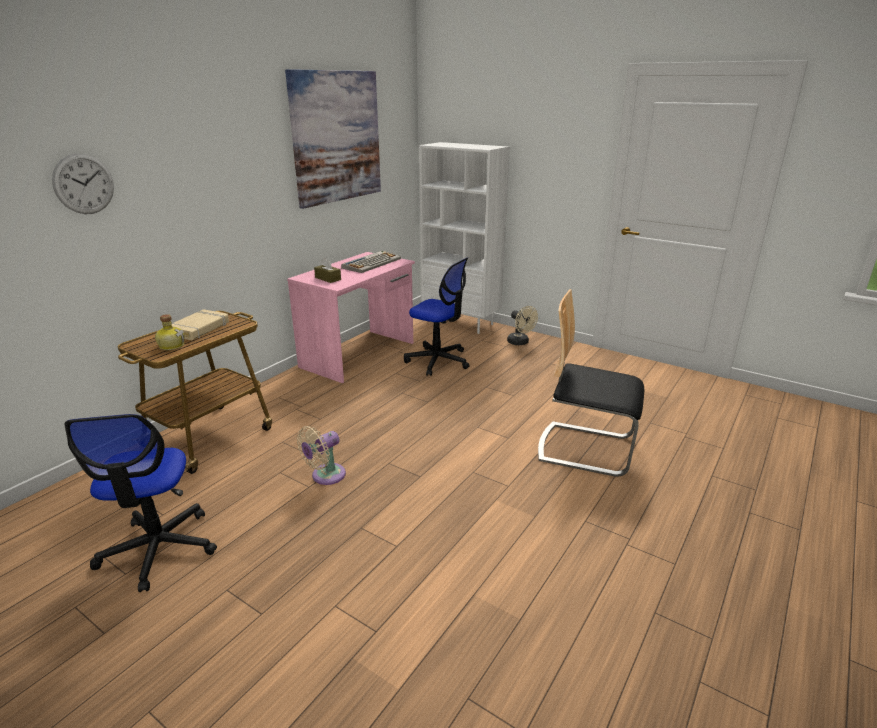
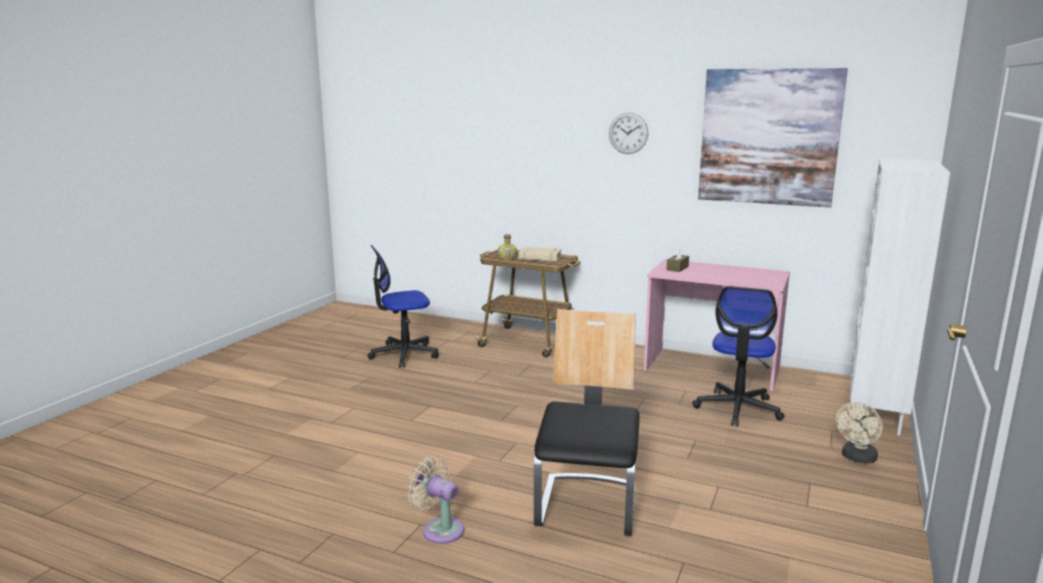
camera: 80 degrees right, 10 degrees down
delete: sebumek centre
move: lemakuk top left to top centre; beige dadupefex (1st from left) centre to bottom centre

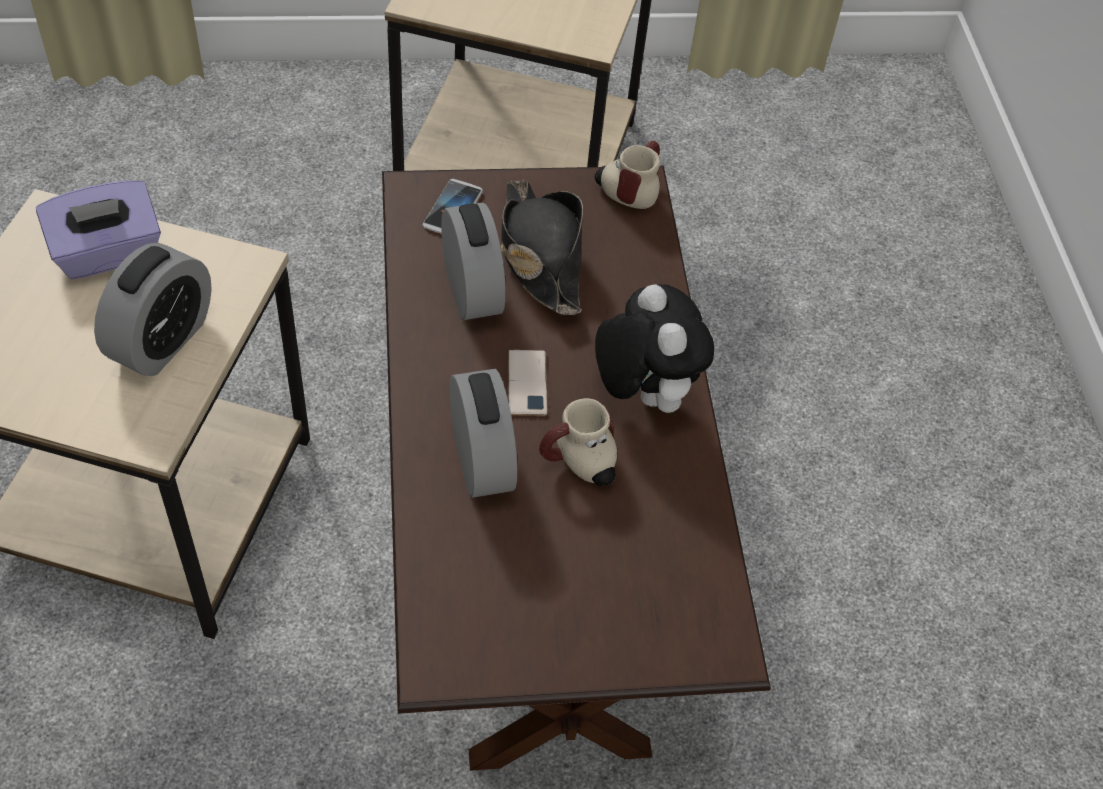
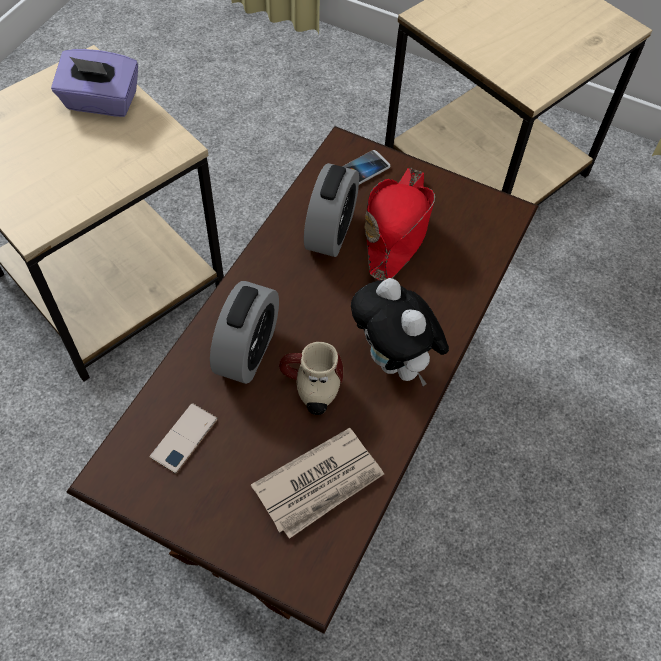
camera: 35 degrees right, 5 degrees up
delete: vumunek (1st from left) middle left; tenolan (2nd from left) top centre
insert: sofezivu bottom centre
move: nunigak (2nd from left in the first image) centre to nunigak (1st from left) middle left
recolor: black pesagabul top centre to red pesagabul centre
rotate: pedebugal centre = centre 135 degrees clockwise

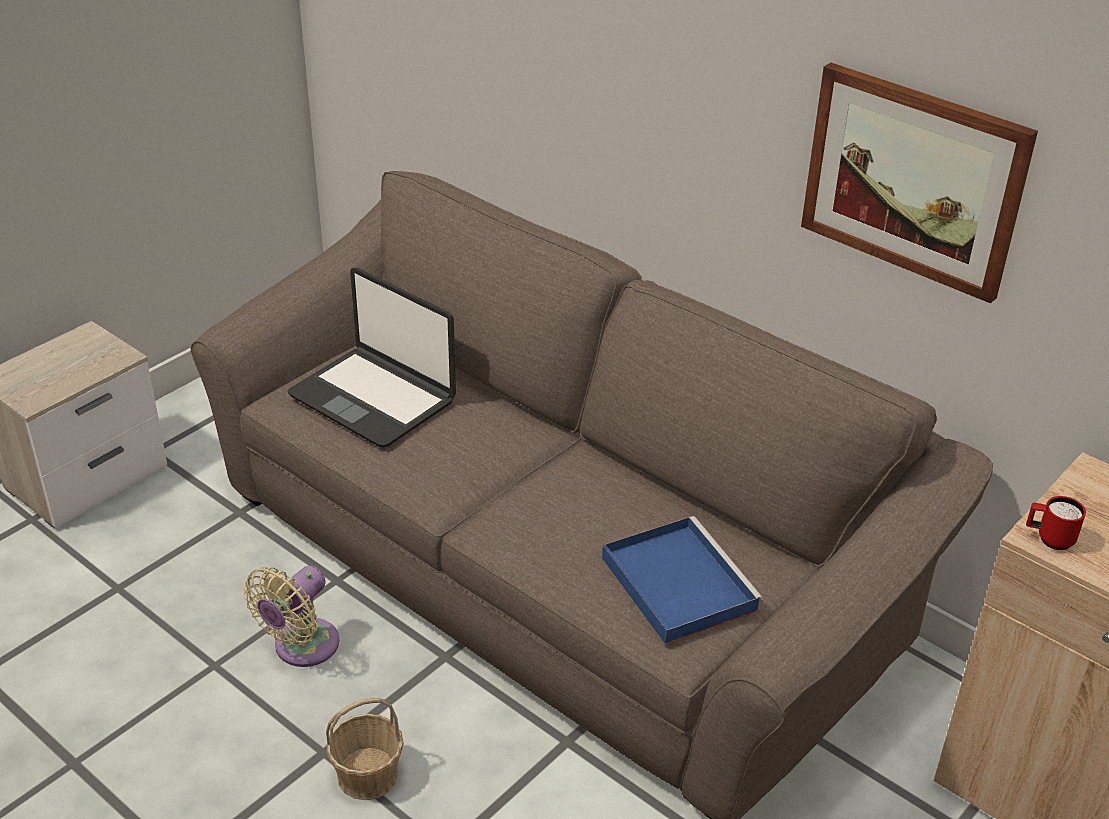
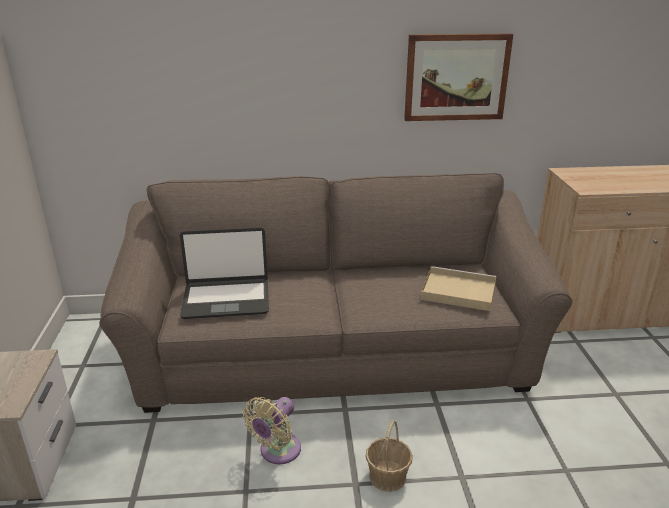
camera: 45 degrees left, 10 degrees down
delete: red tenolan middle right
recolor: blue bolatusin bottom centre to beige bolatusin middle right
rotate: beige dadupefex bottom left = bottom centre 45 degrees clockwise

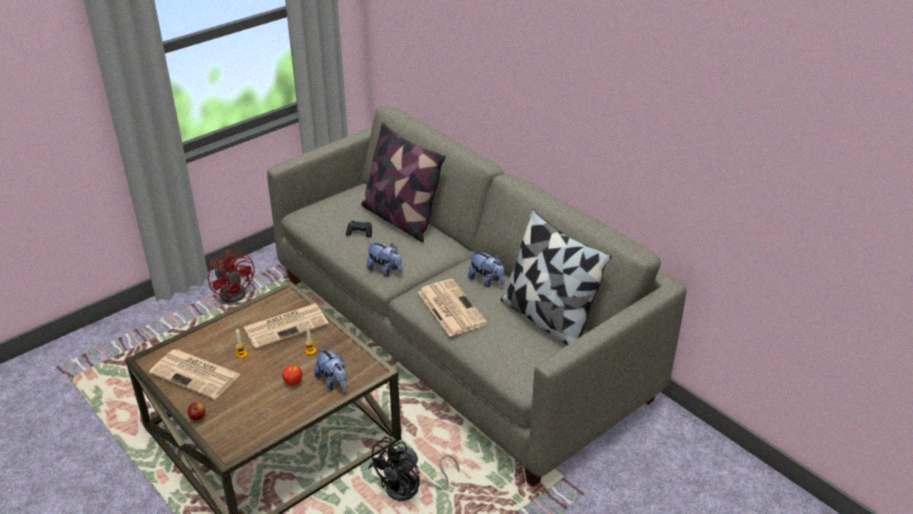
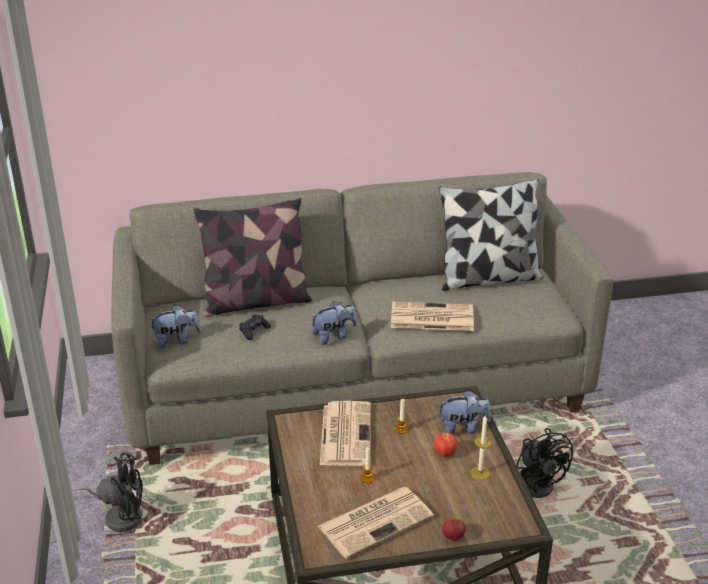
camera: 60 degrees left, 5 degrees down
insert: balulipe (3rd from left) bottom right
move: pedebugal (3rd from left in the first image) centre to pedebugal (1st from left) middle left
recolor: red dadupefex middle left to black dadupefex (1st from left) bottom left

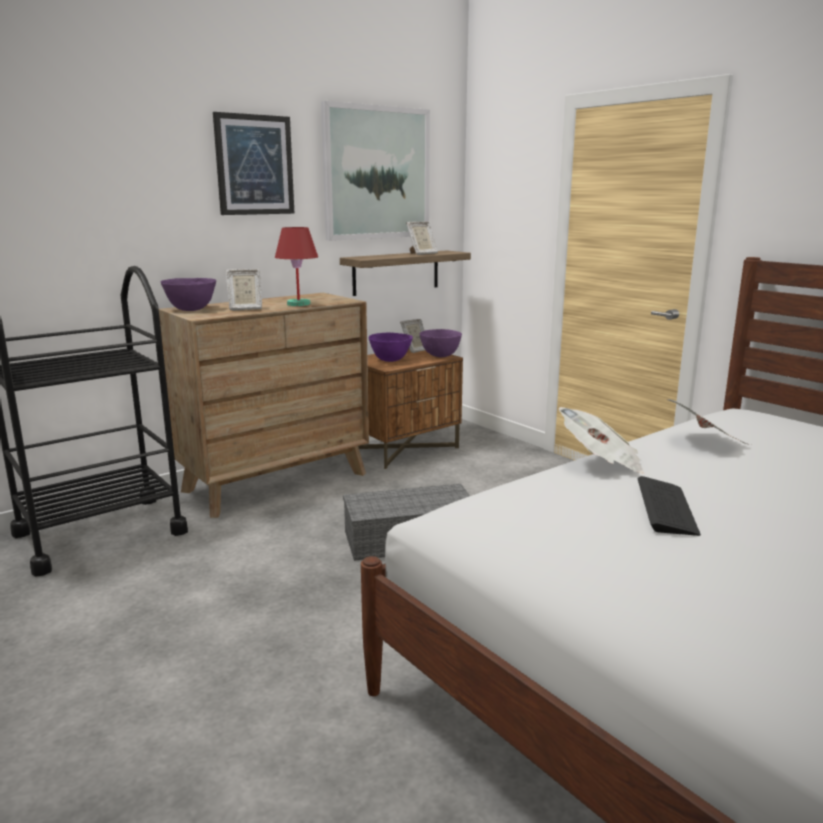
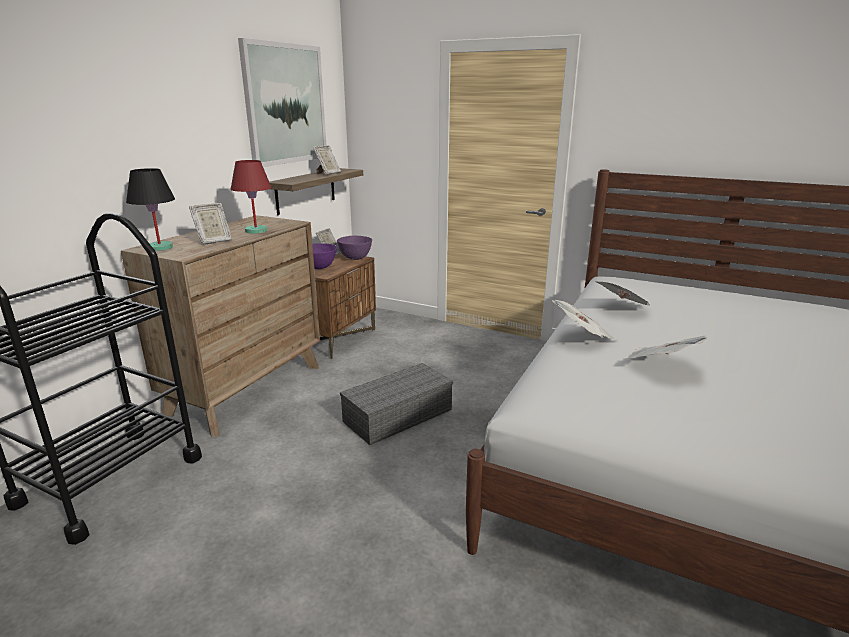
camera: 25 degrees left, 5 degrees up
delete: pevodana (1st from left) top left
replace: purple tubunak (1st from left) middle left to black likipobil top left; sebumek middle right to sofezivu (3rd from left) middle right

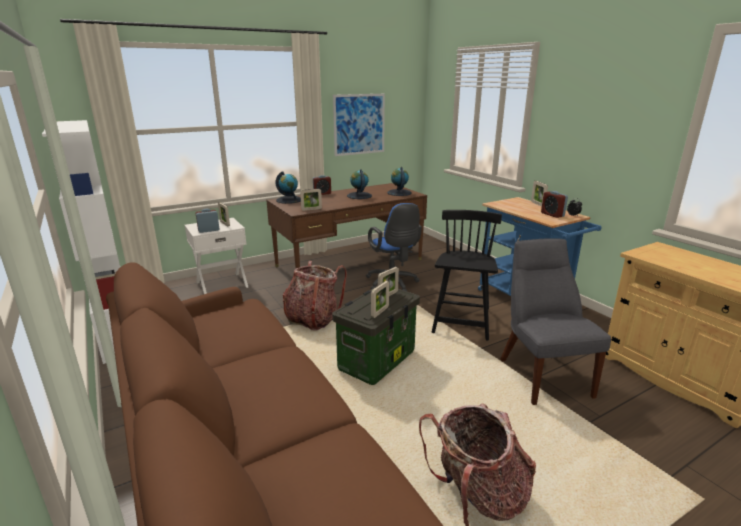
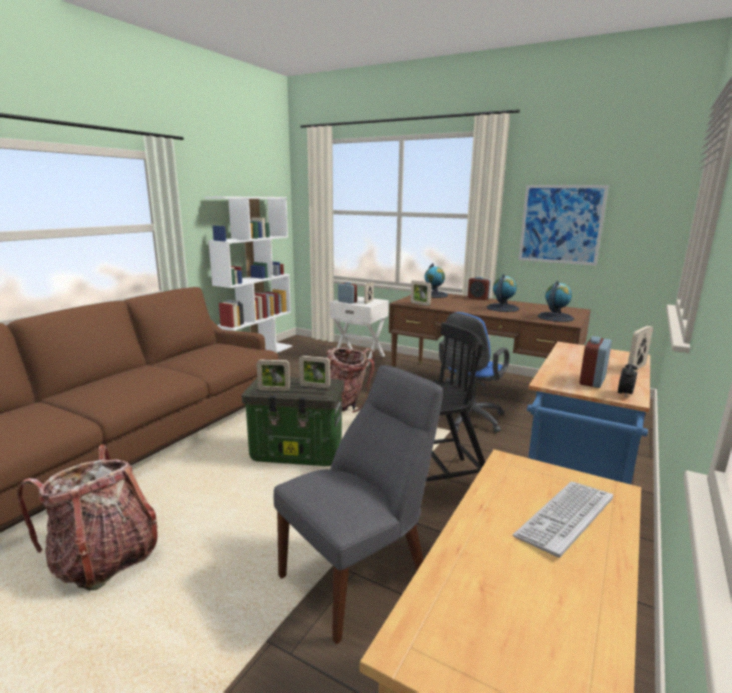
camera: 60 degrees right, 5 degrees down
insert: sebumek bottom right

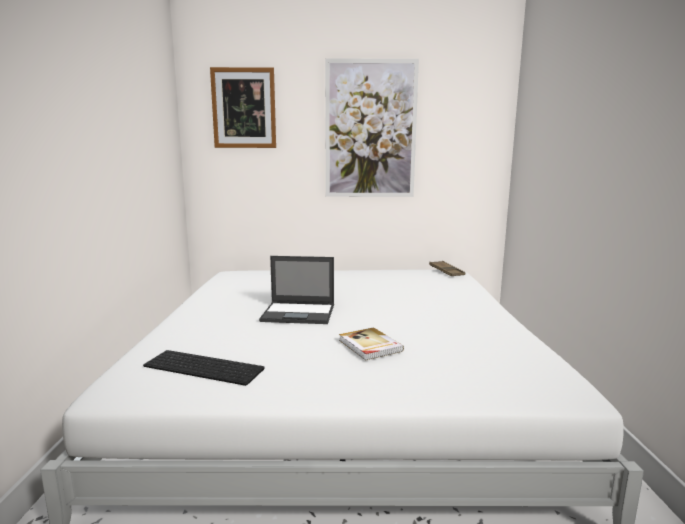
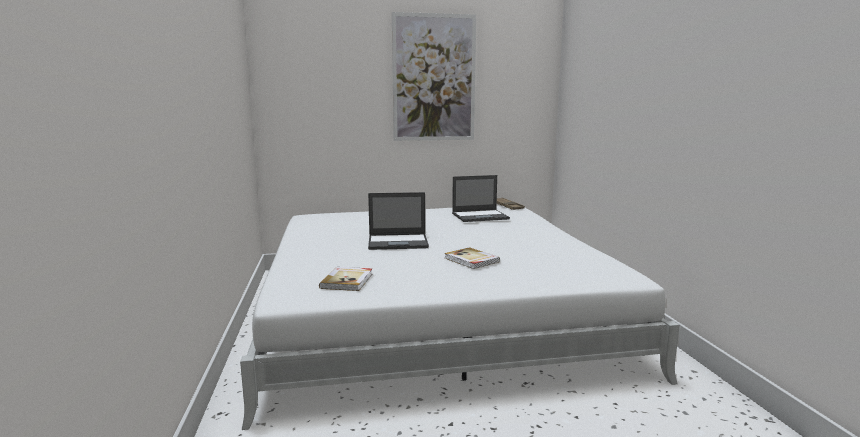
camera: 10 degrees left, 0 degrees up
delete: pevodana (1st from left) top centre
insert: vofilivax (2nd from left) centre
replace: sebumek bottom left to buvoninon (1st from left) centre

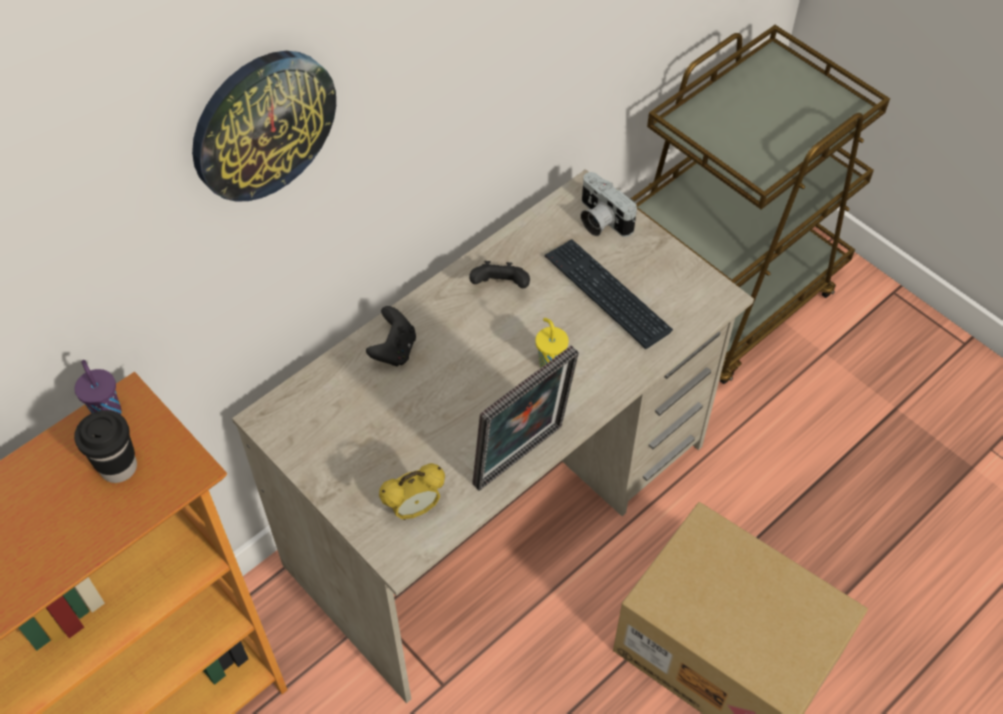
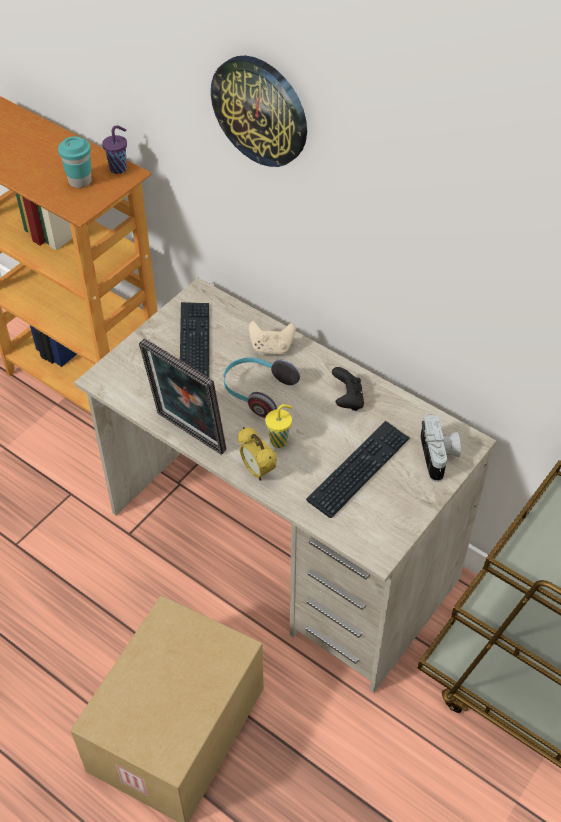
camera: 80 degrees right, 5 degrees down
insert: sebumek (1st from left) centre; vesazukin centre
move: vumunek bottom centre to centre
recolor: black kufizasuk middle left to turquoise kufizasuk top left; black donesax (1st from left) centre to beige donesax centre
rotate: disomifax top centre = middle right 135 degrees clockwise

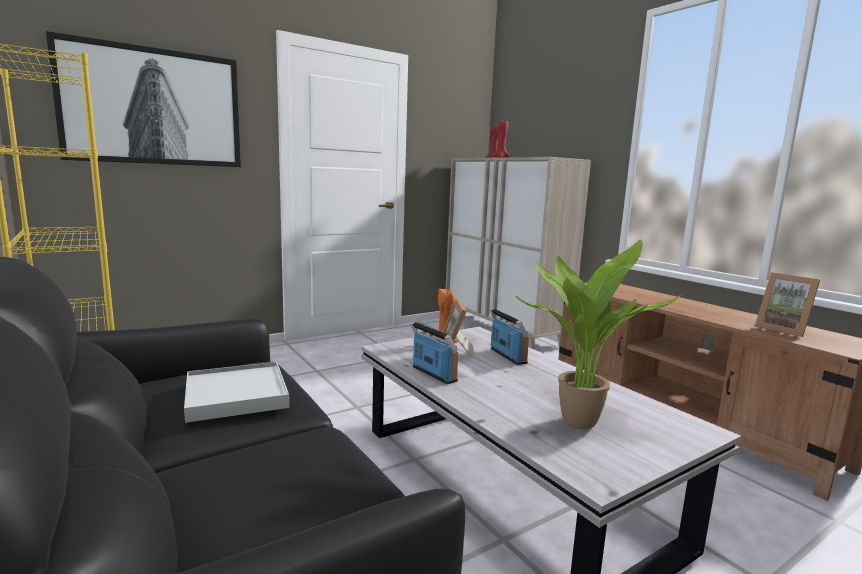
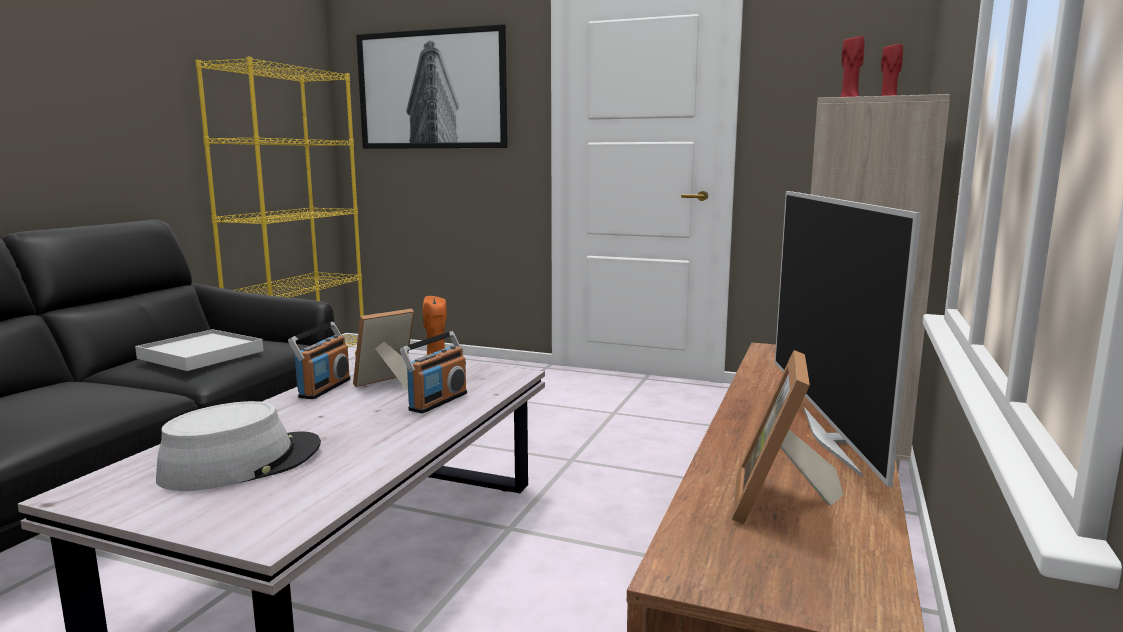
camera: 55 degrees right, 0 degrees up
insert: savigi middle right
replace: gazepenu middle right to grey pesagabul bottom left

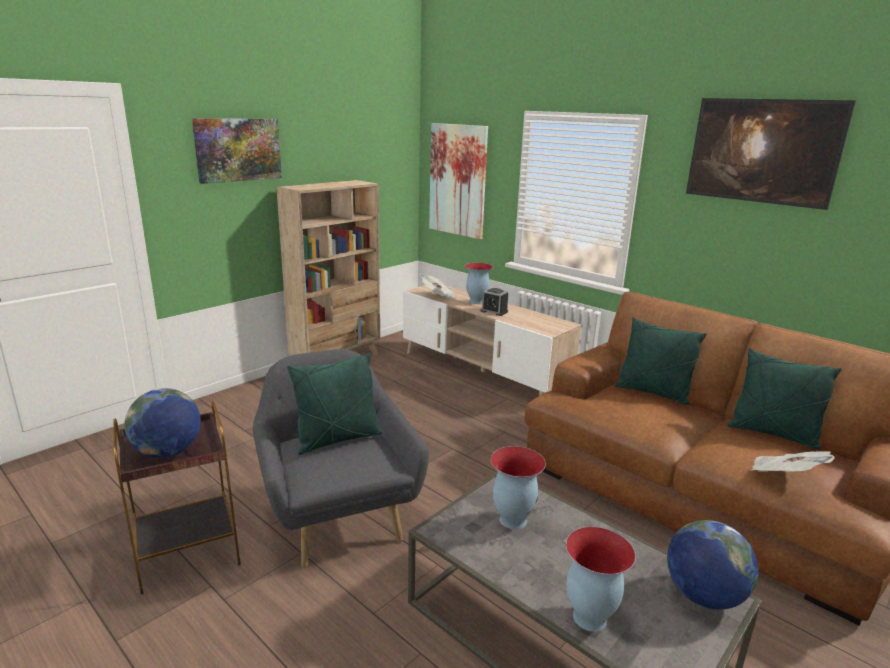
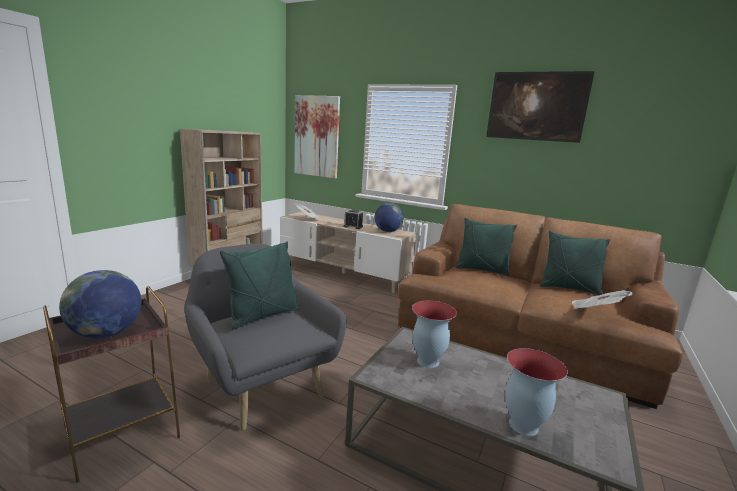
camera: 15 degrees left, 5 degrees down
delete: pevodana (1st from left) top left; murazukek (1st from left) centre
move: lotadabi (2nd from left) bottom right to centre

